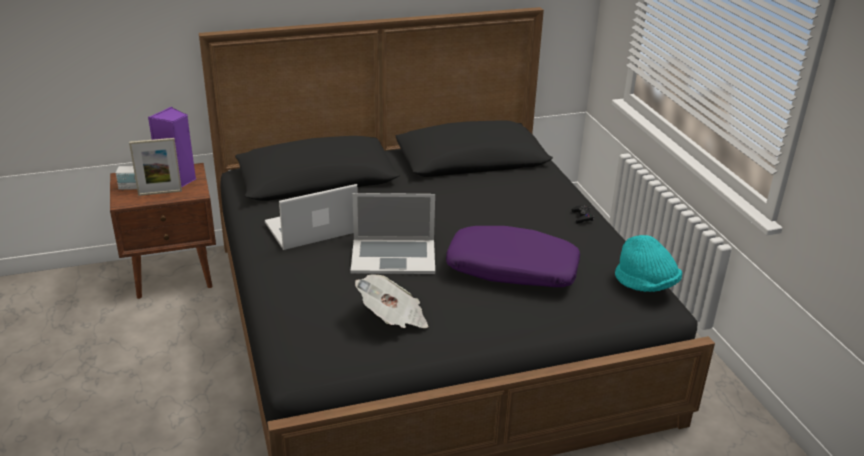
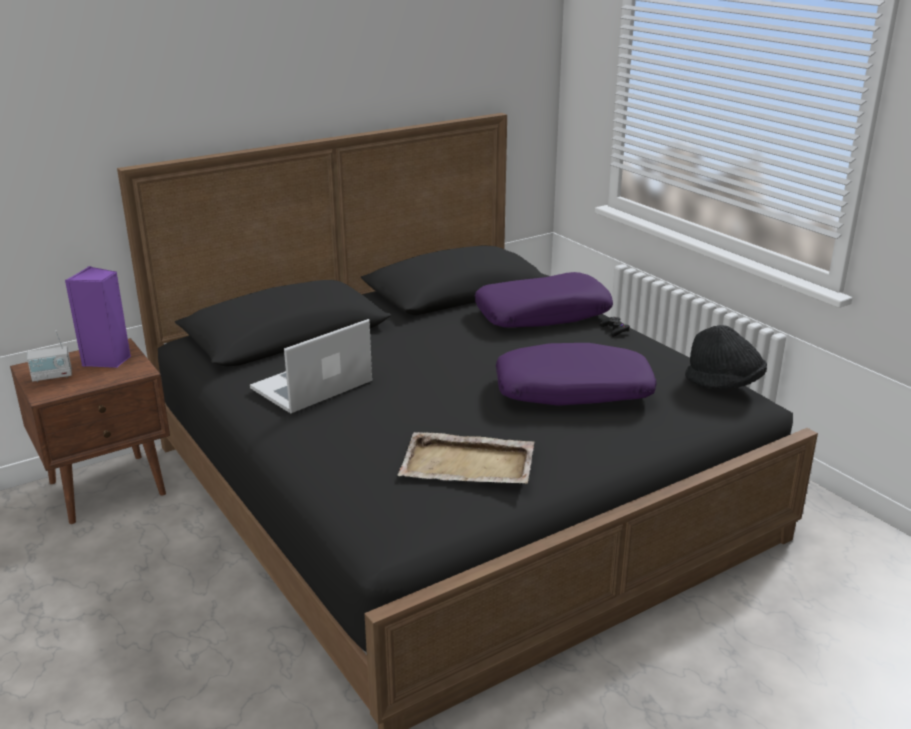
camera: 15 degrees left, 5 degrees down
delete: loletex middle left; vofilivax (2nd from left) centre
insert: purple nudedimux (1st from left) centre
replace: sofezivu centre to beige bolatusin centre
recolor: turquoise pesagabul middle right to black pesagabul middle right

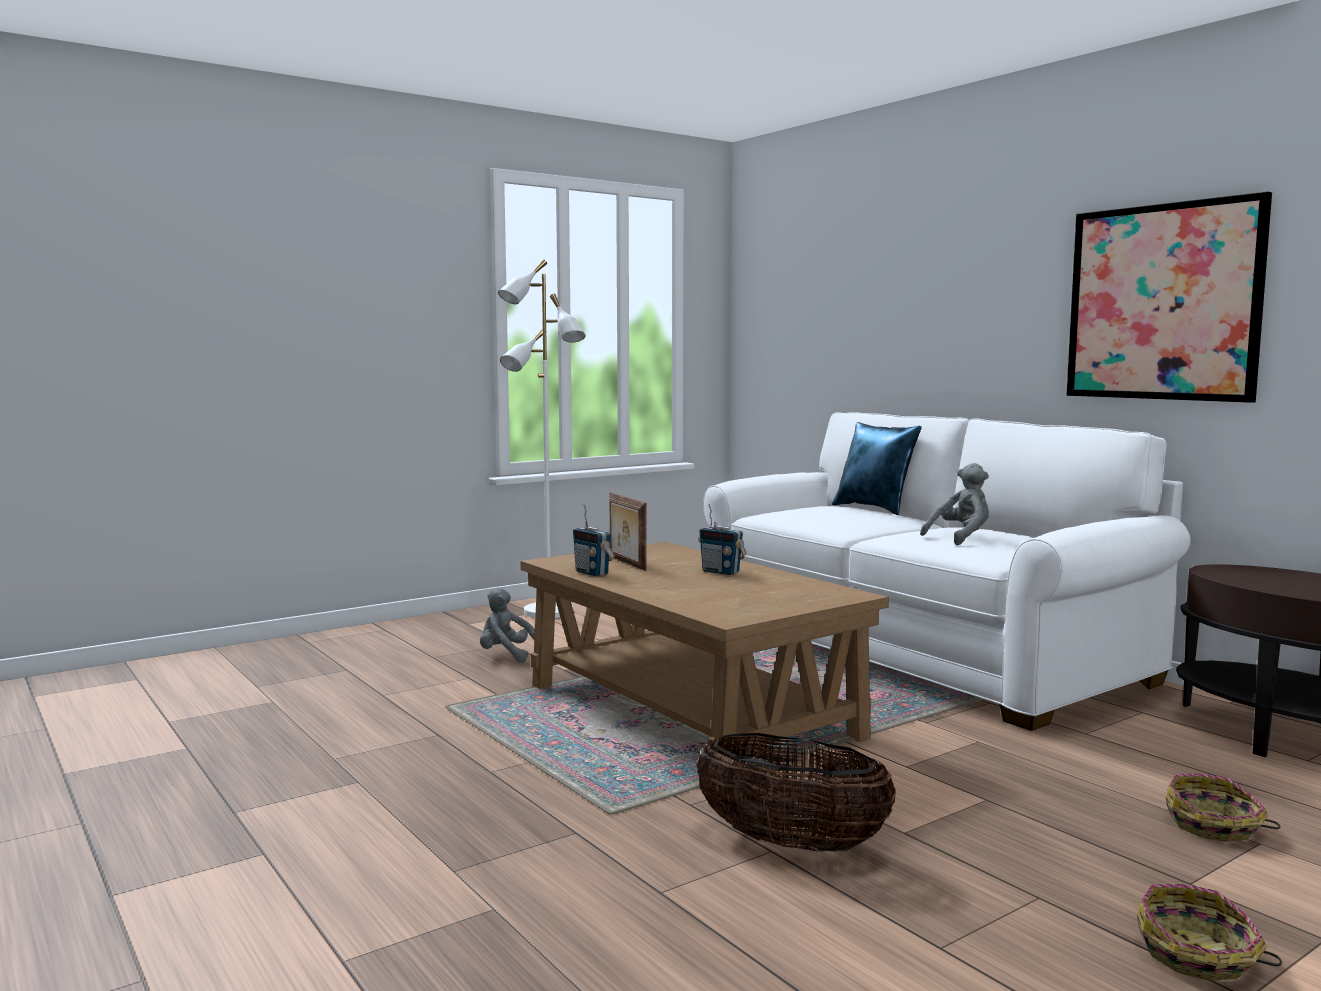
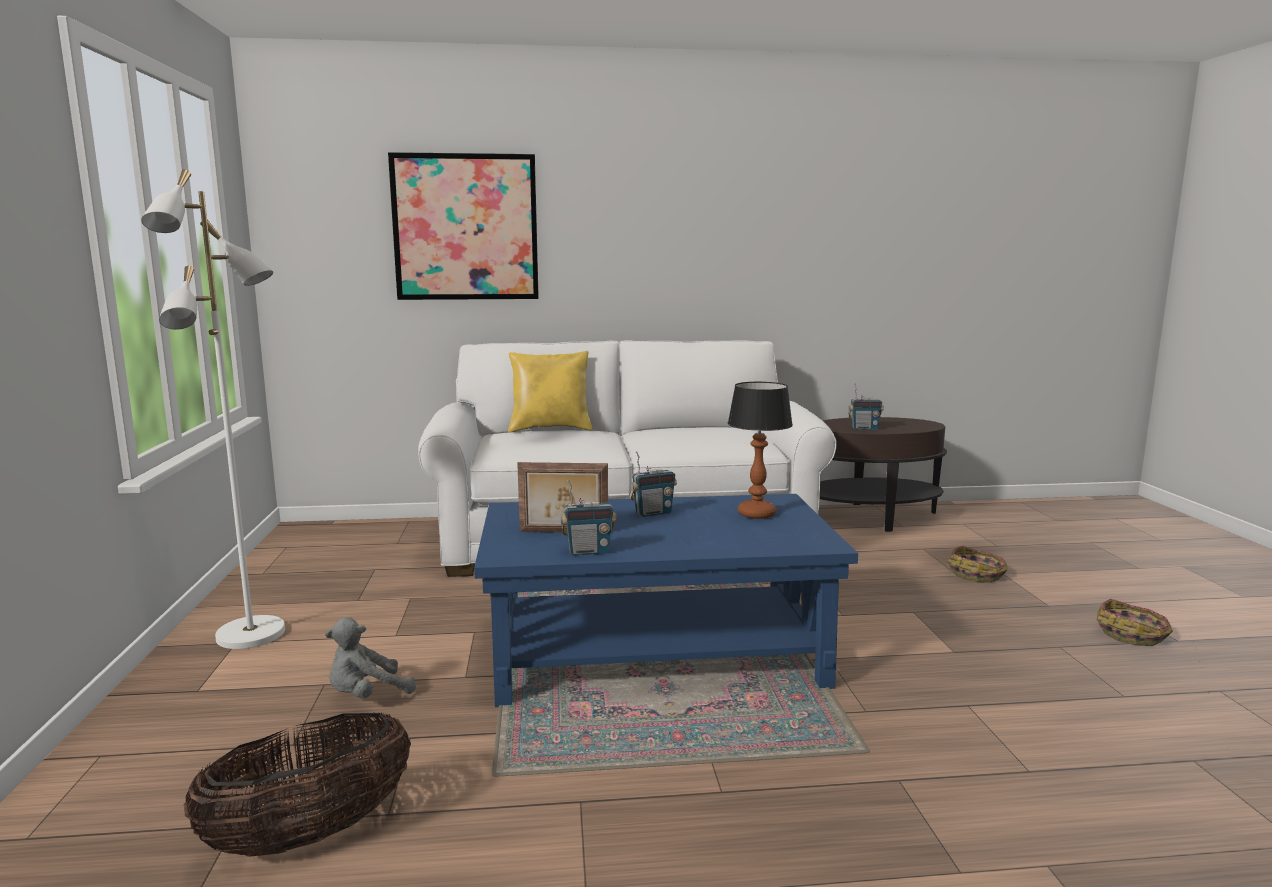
camera: 60 degrees left, 5 degrees up
delete: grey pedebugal (2nd from left) middle right
insert: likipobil centre; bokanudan (3rd from left) middle right
move: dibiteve (1st from left) bottom centre to bottom left; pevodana top right to top centre
recolor: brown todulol centre to blue todulol bottom centre; blue nudedimux centre to yellow nudedimux centre

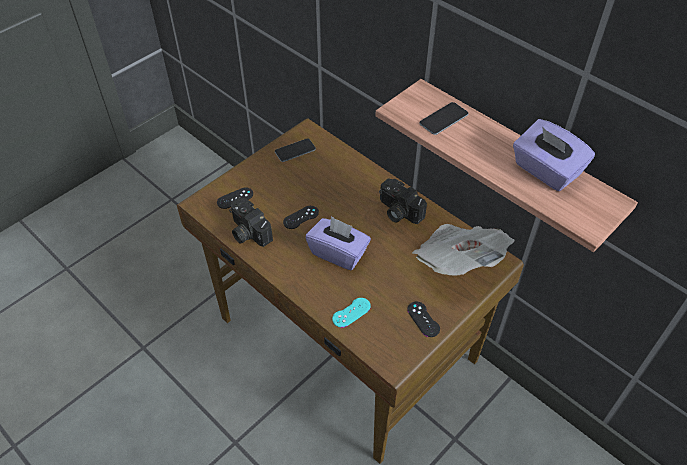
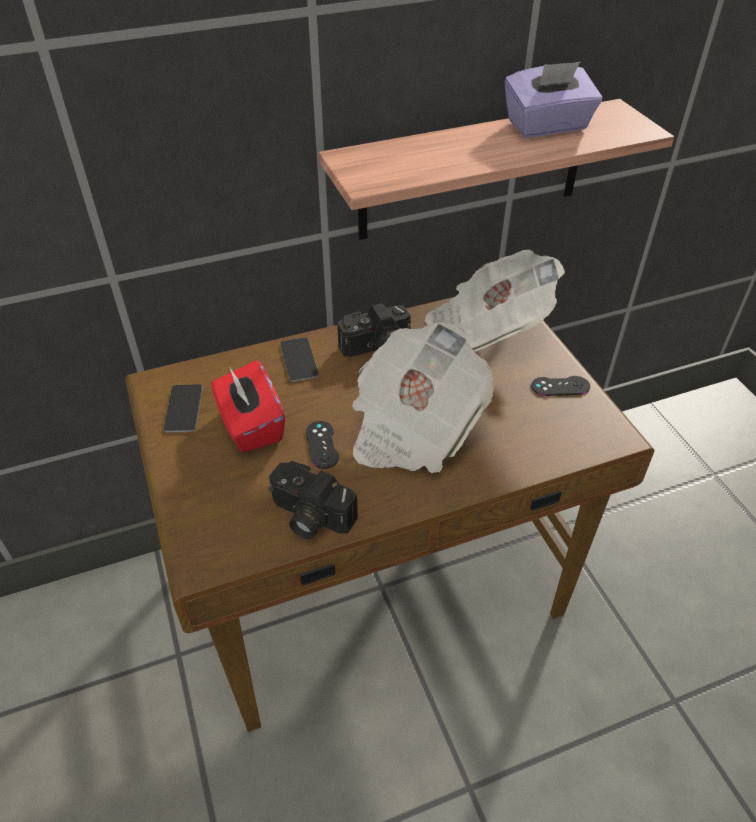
camera: 65 degrees left, 5 degrees down
delete: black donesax (1st from left) centre; turquoise donesax bottom centre
insert: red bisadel middle left
move: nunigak (2nd from left) top centre to centre
replace: purple bisadel (1st from left) centre to sofezivu (1st from left) centre
rotate: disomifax (1st from left) centre = centre 45 degrees clockwise

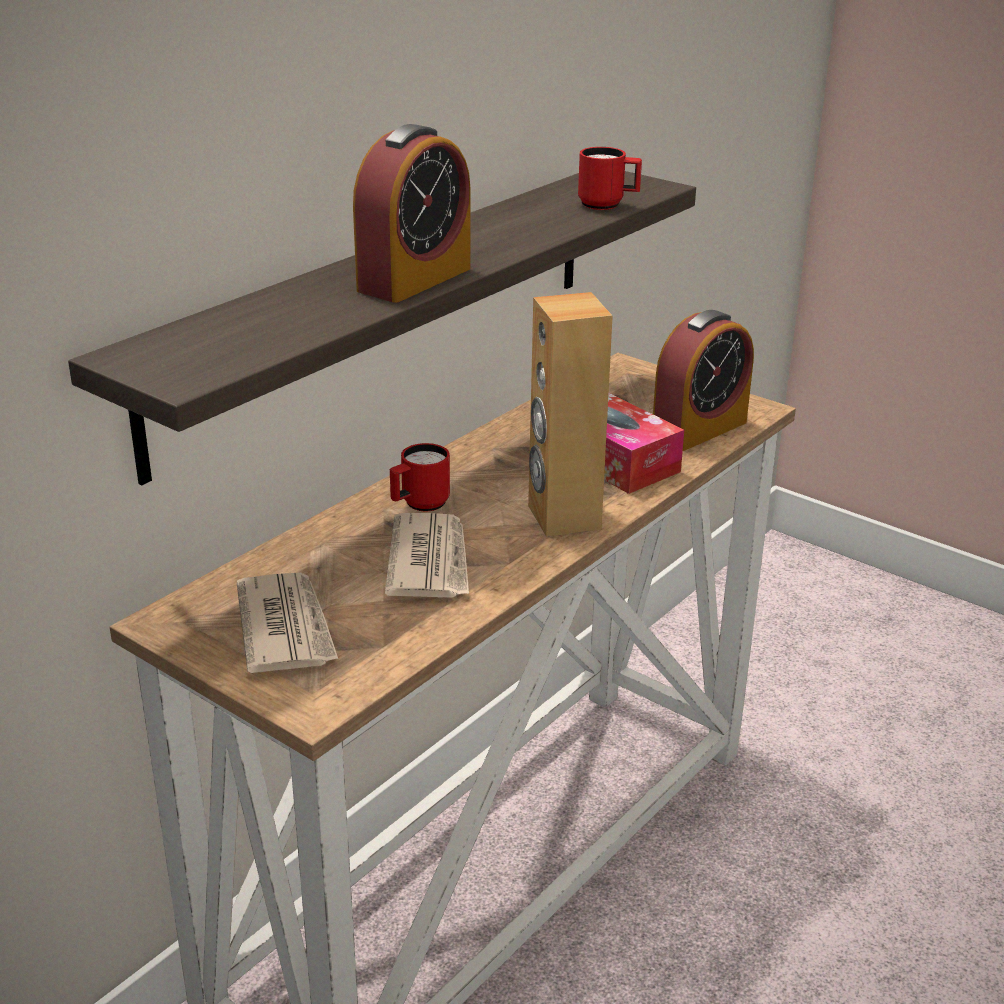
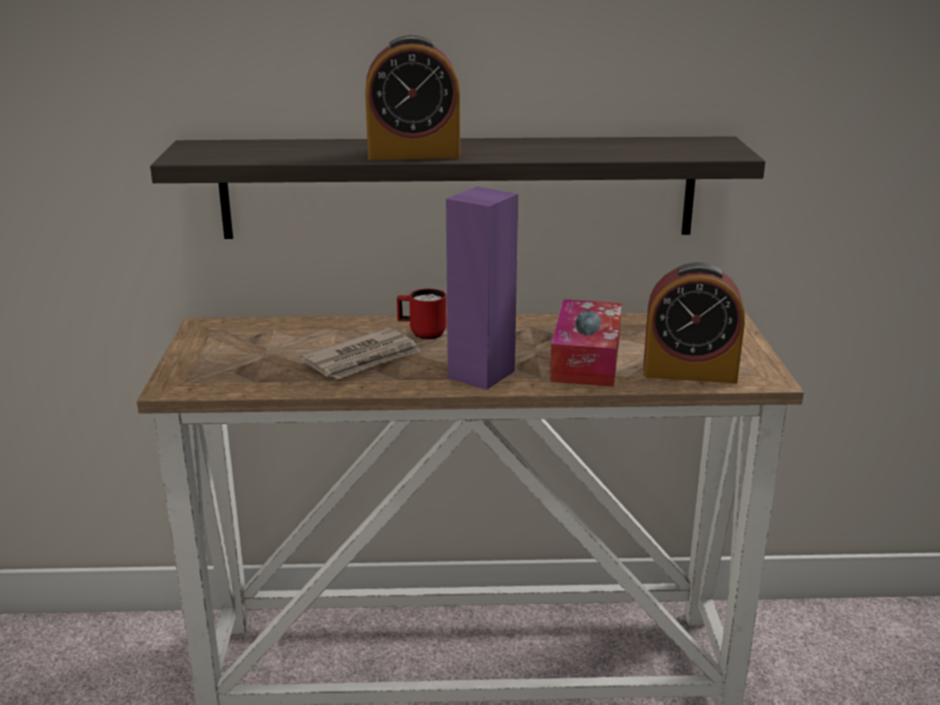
camera: 50 degrees right, 5 degrees down
delete: sofezivu (1st from left) middle left; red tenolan (2nd from left) top centre
recolor: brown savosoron centre to purple savosoron centre

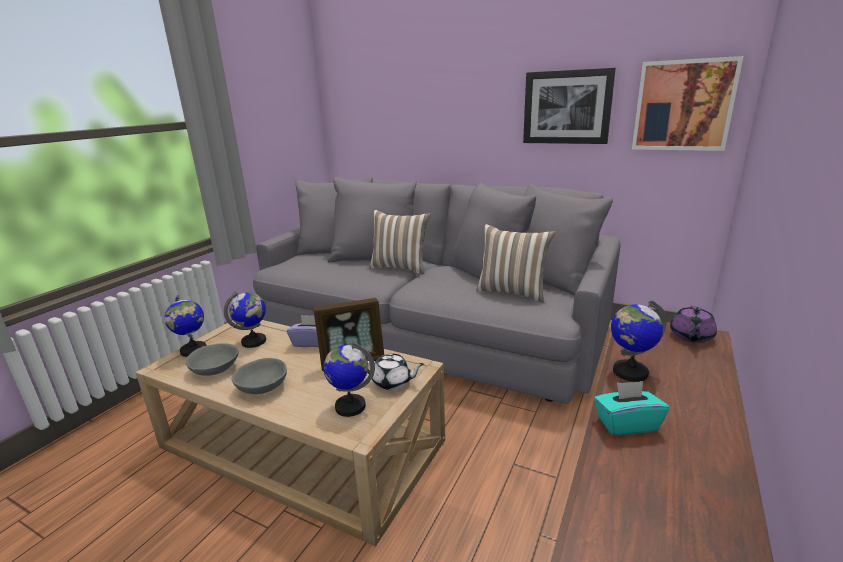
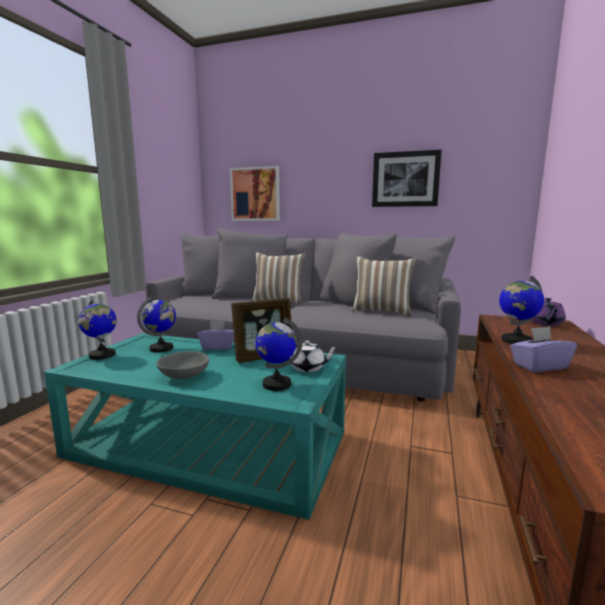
camera: 10 degrees left, 10 degrees down
delete: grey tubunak (1st from left) middle left
move: pevodana (2nd from left in the first image) top right to pevodana (1st from left) top centre
recolor: beige todulol bottom centre to turquoise todulol bottom left; turquoise bisadel bottom right to purple bisadel (2nd from left) middle right

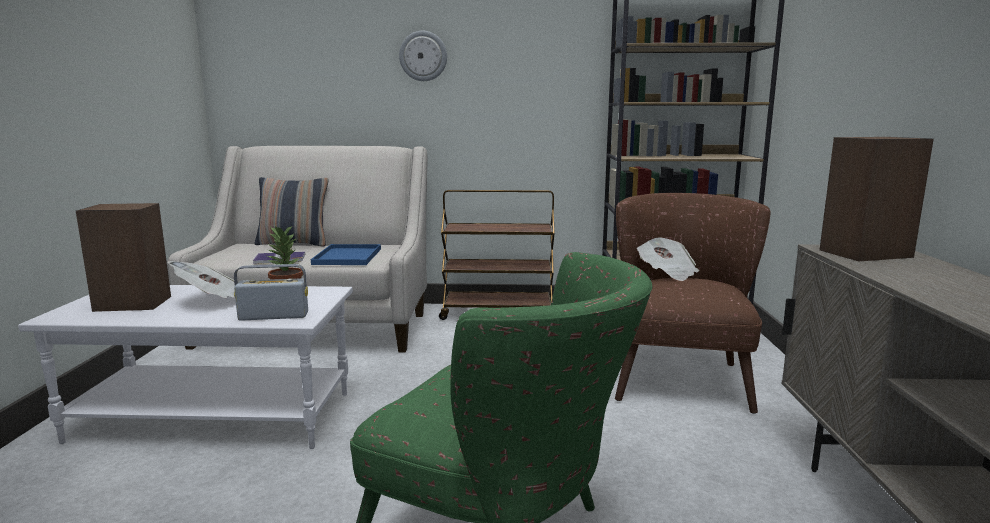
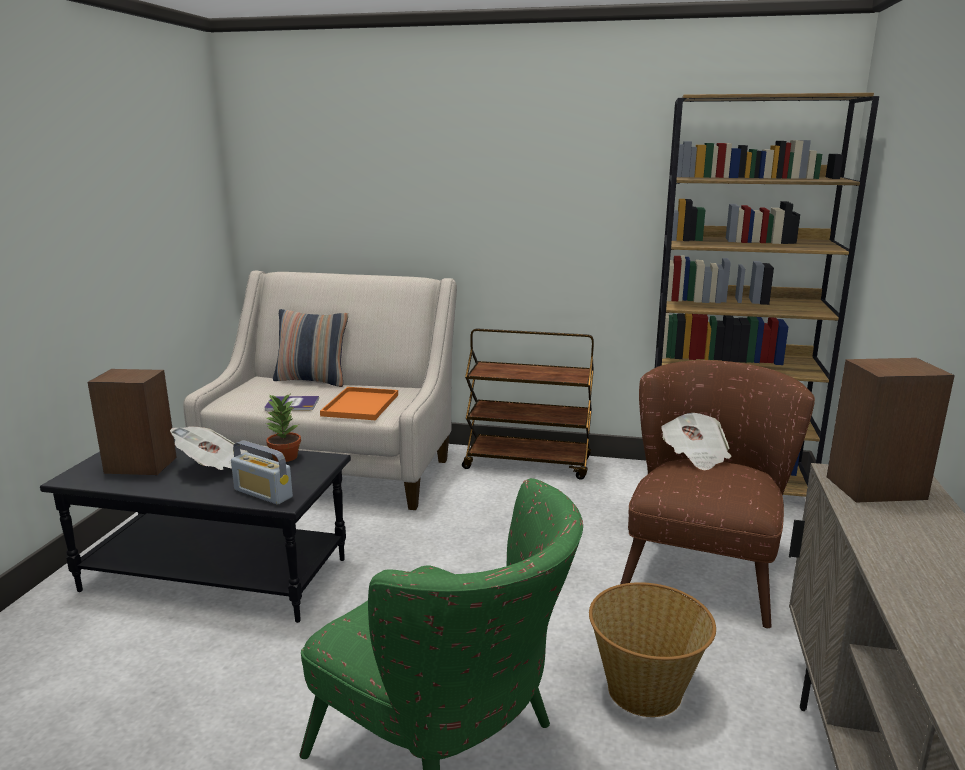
camera: 10 degrees right, 5 degrees up
delete: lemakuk top centre
insert: dibiteve bottom right
recolor: white todulol bottom left to black todulol bottom left; blue bolatusin centre to orange bolatusin centre
rotate: bokanudan middle left = middle left 150 degrees counterclockwise

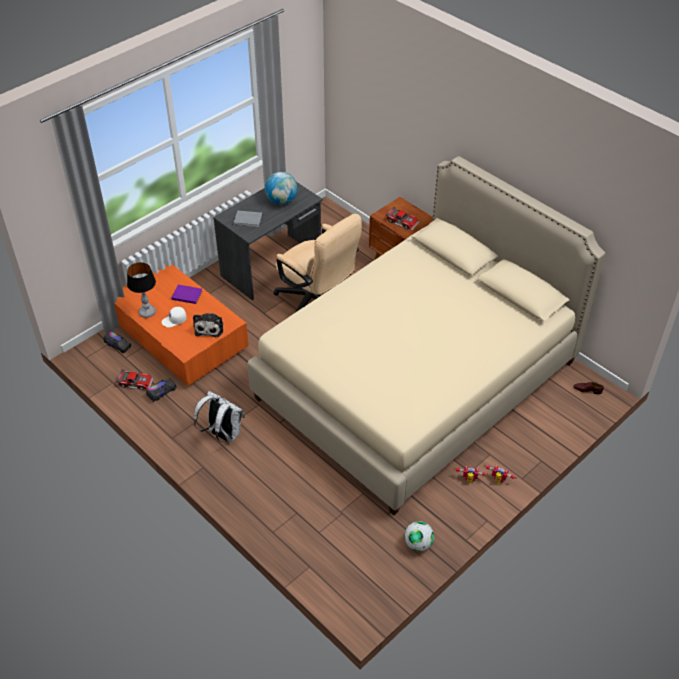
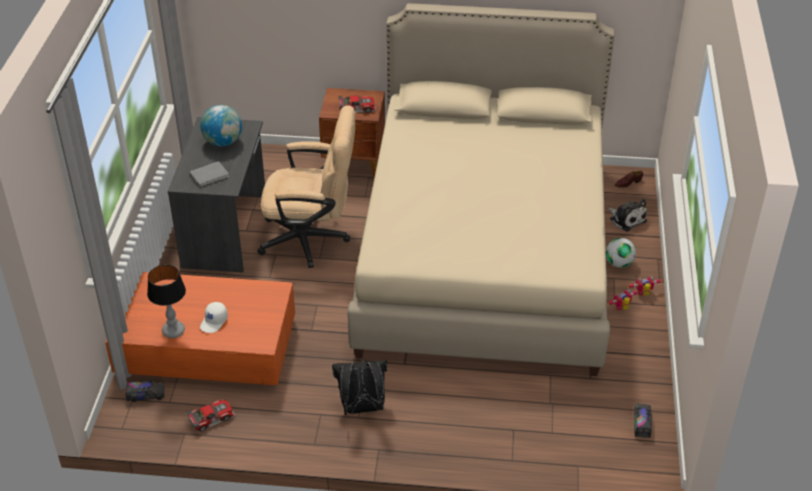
camera: 40 degrees left, 5 degrees down
delete: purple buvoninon middle left
move: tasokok (2nd from left) middle left to bottom right; pedebugal middle left to middle right; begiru bottom centre to middle right
recolor: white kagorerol middle left to black kagorerol bottom centre

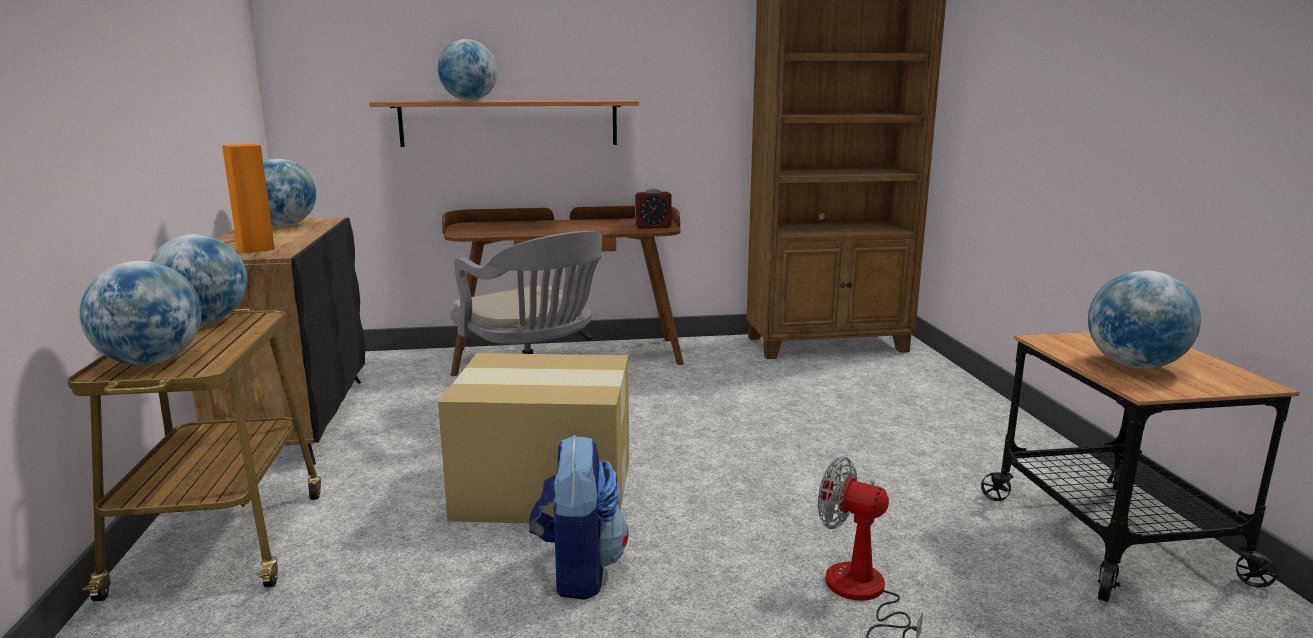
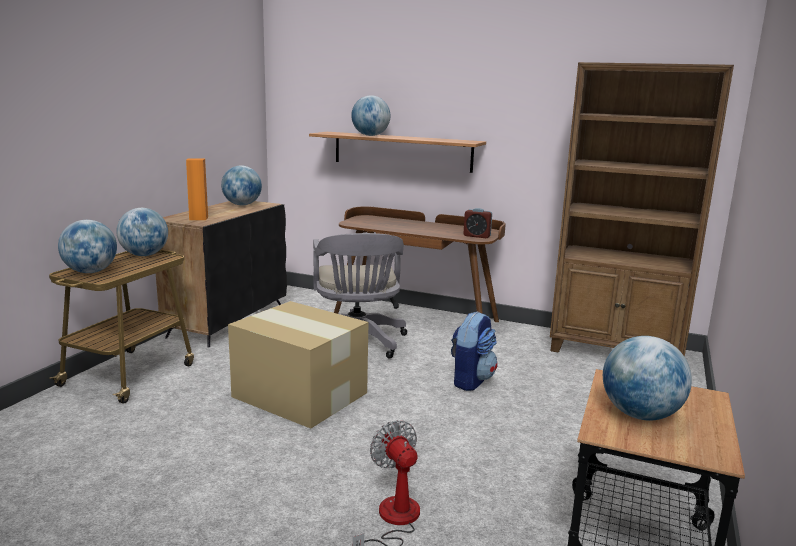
camera: 30 degrees right, 0 degrees up
move: kagorerol bottom centre to centre

